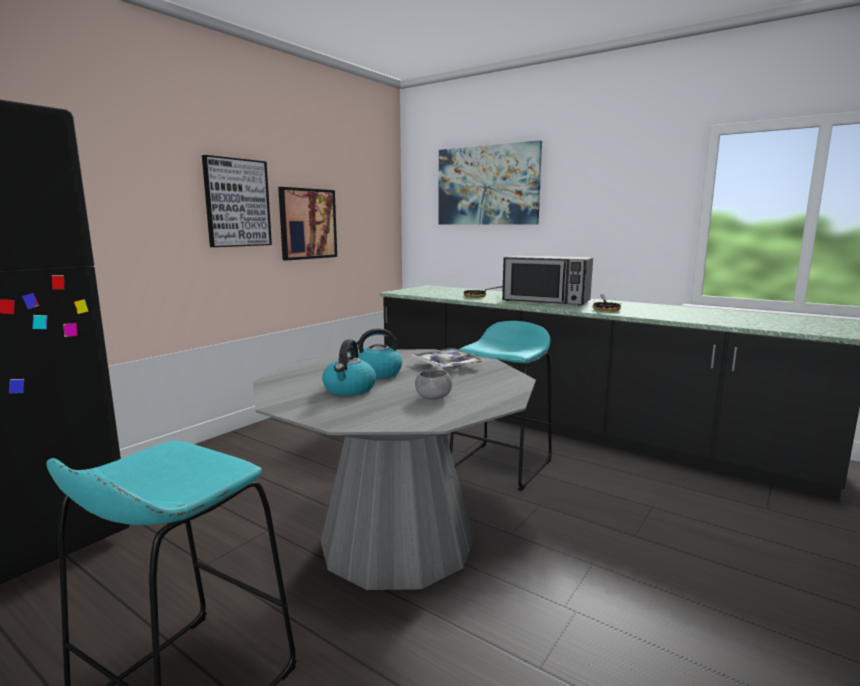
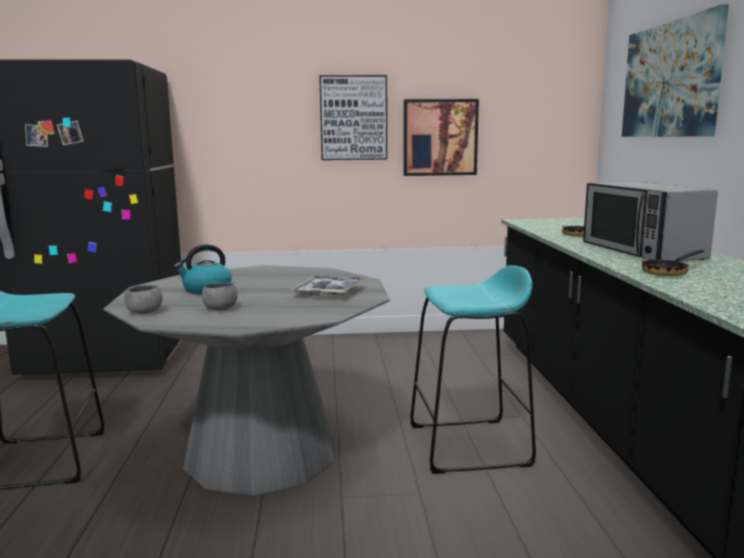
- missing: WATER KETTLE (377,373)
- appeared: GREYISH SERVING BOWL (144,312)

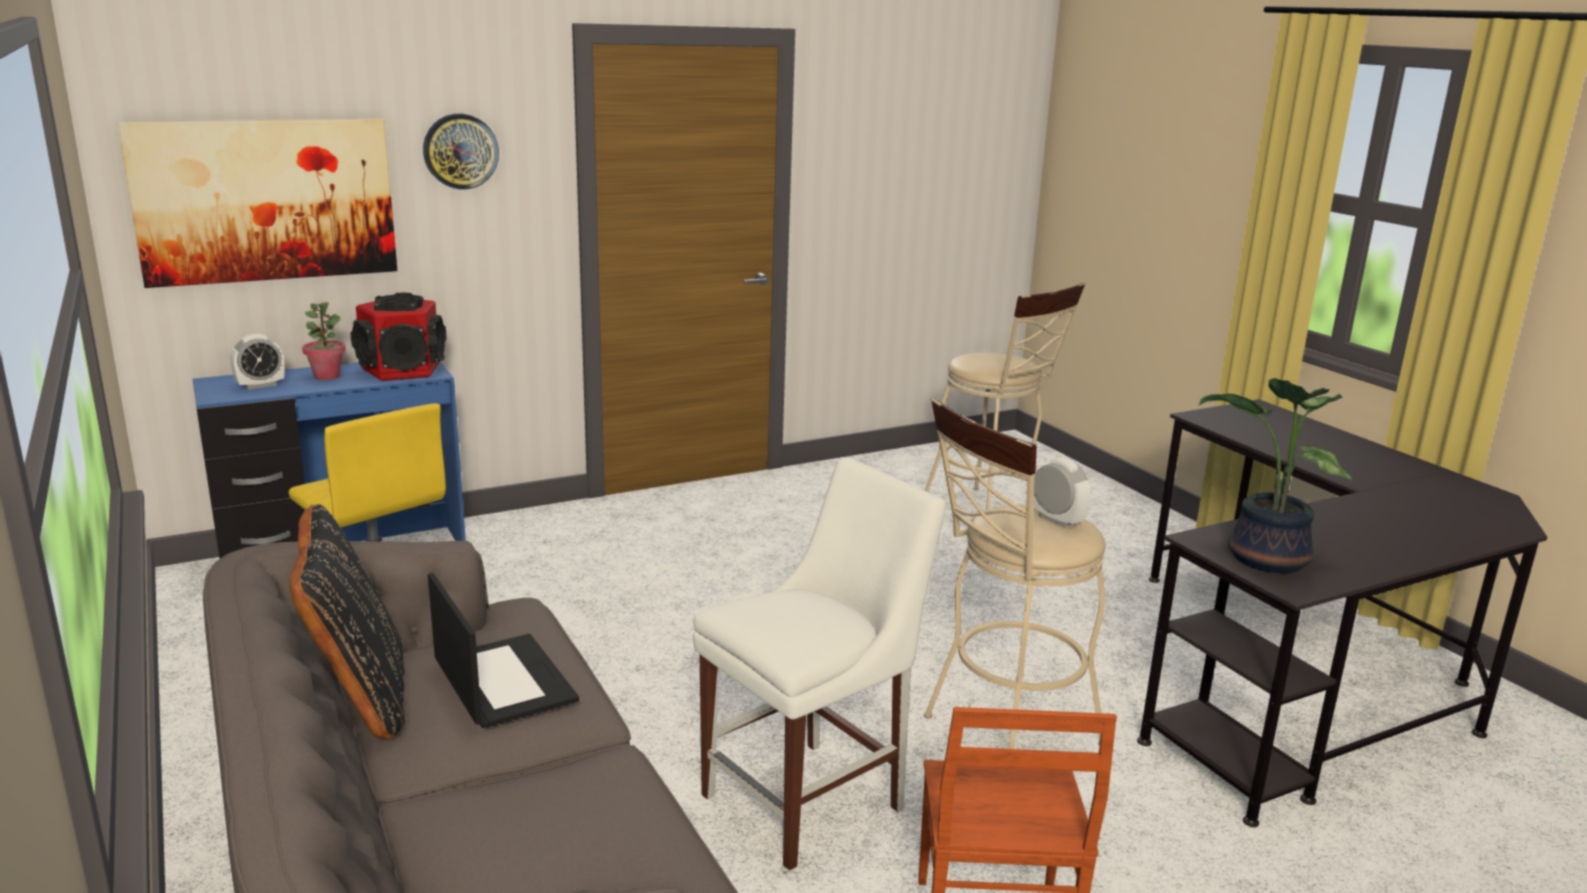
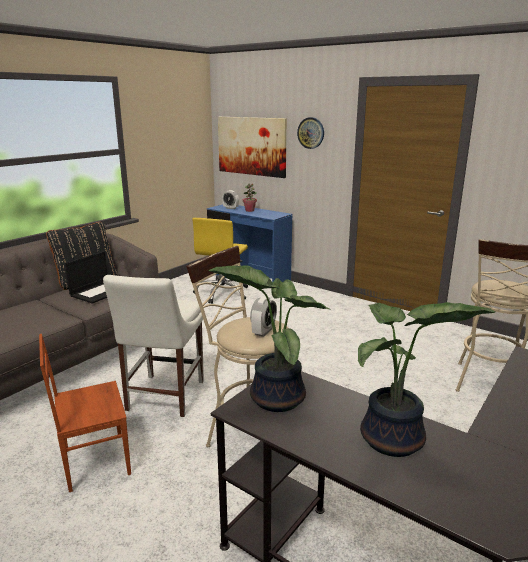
- missing: SPEAKER (402,370)
- spun: WHITE UPRIGHT CHAIR (811,798) = (163,397) 75 degrees clockwise
- appeared: POTTED PLANT (393,442)

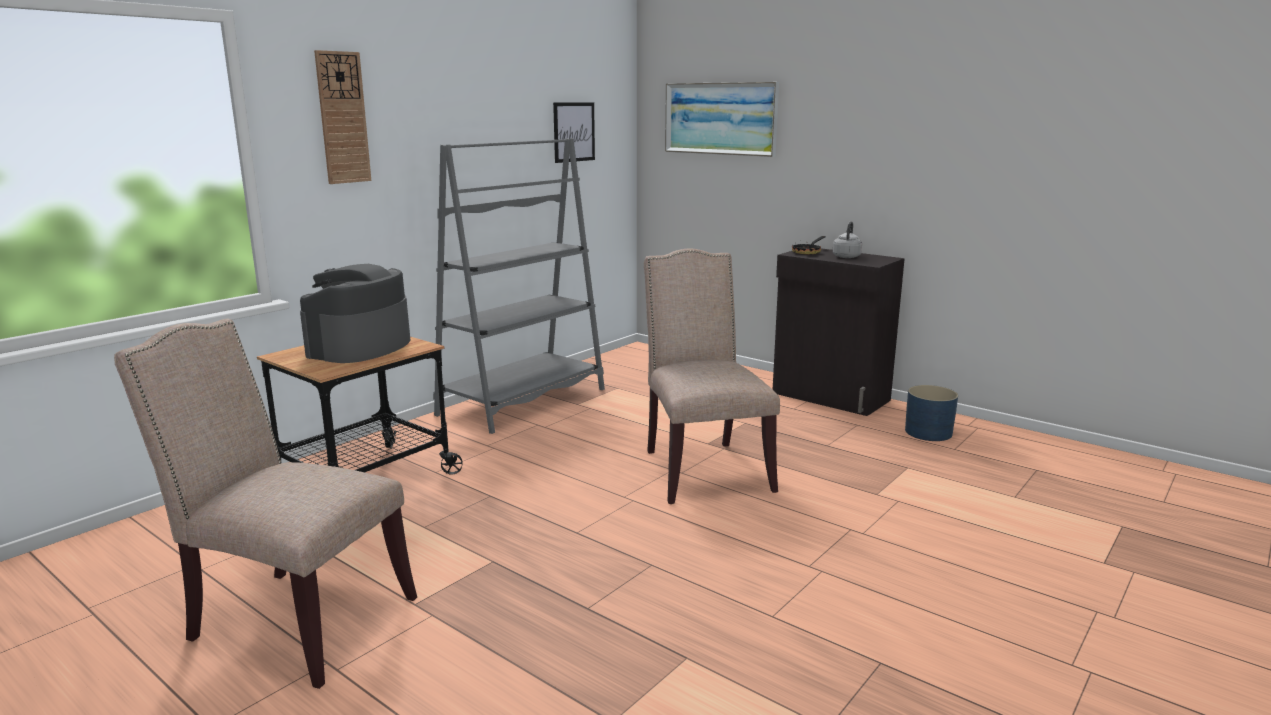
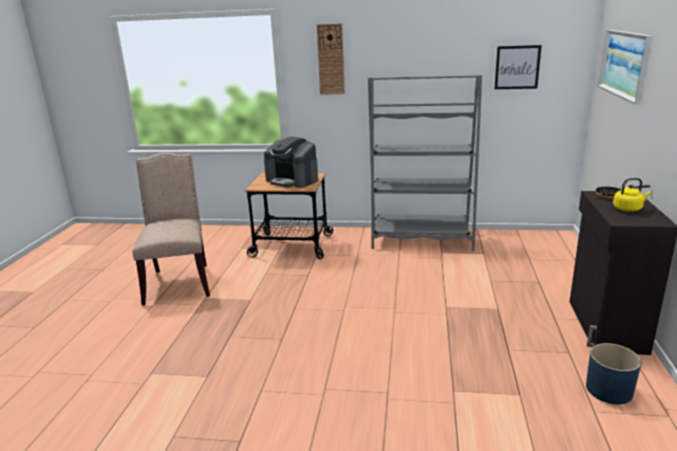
- colour: GREYISH WATER KETTLE (846,256) to YELLOW-COLOURED WATER KETTLE (628,209)
- missing: SAND-COLOURED UPRIGHT CHAIR (702,468)
- spun: COFFEE BREWER (360,347) = (292,180) 135 degrees counterclockwise

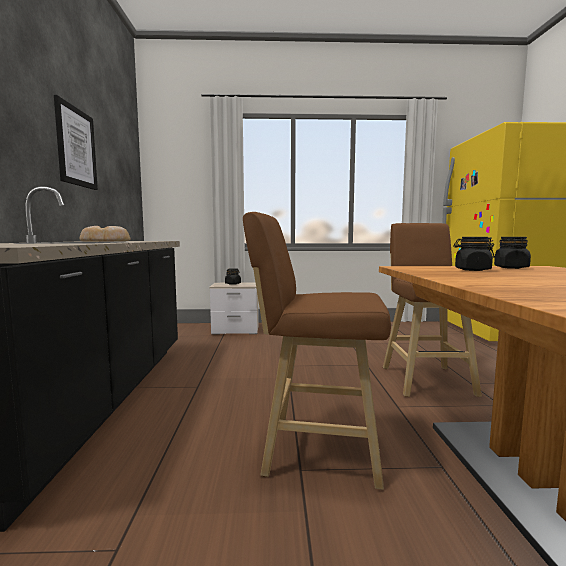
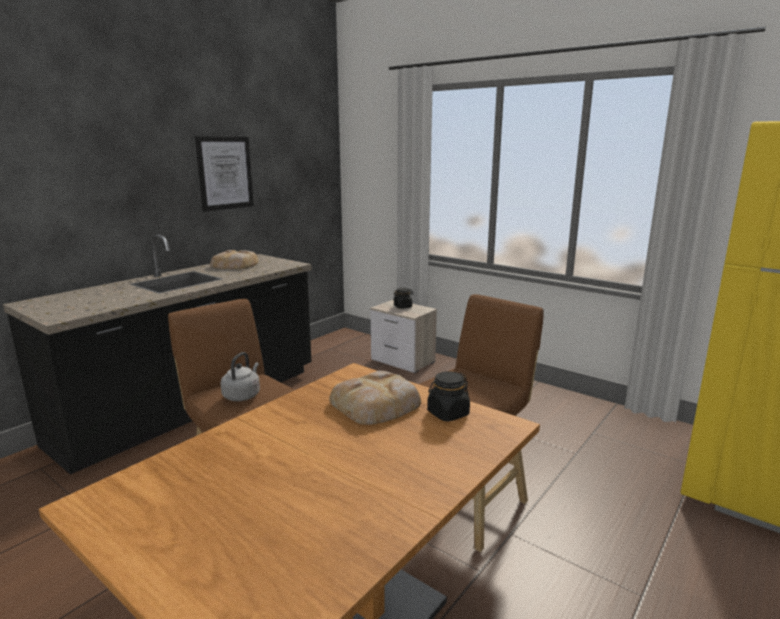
- exchanged: BLACKISH JAR (472,270) to BAKED BREAD (377,404)
- appeared: GREYISH WATER KETTLE (242,395)

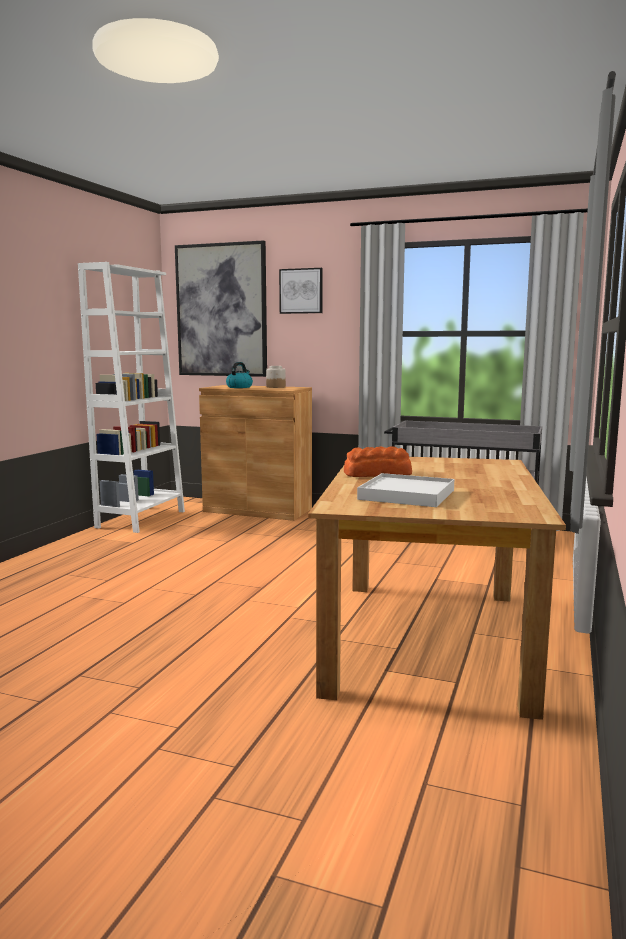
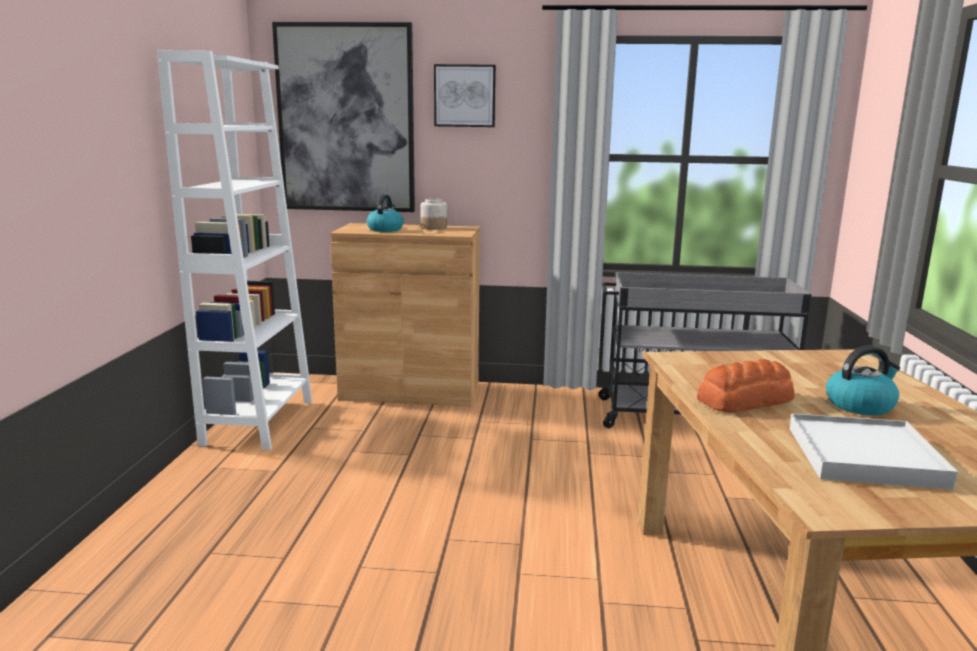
- appeared: WATER KETTLE (860,405)

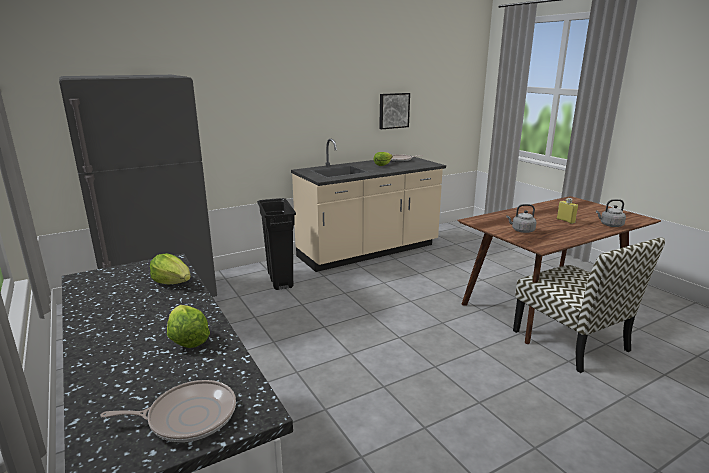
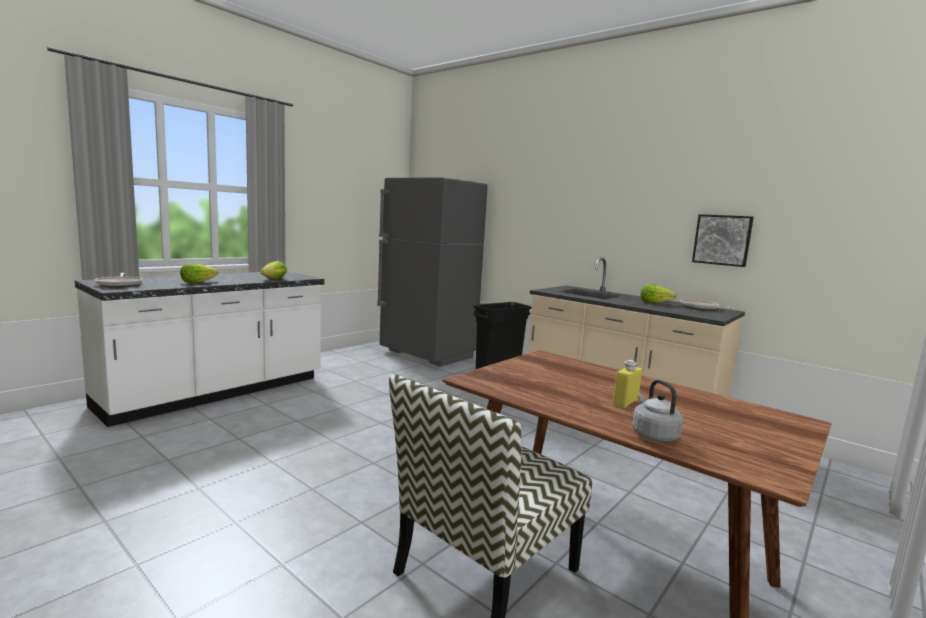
- missing: GREYISH WATER KETTLE (521,231)

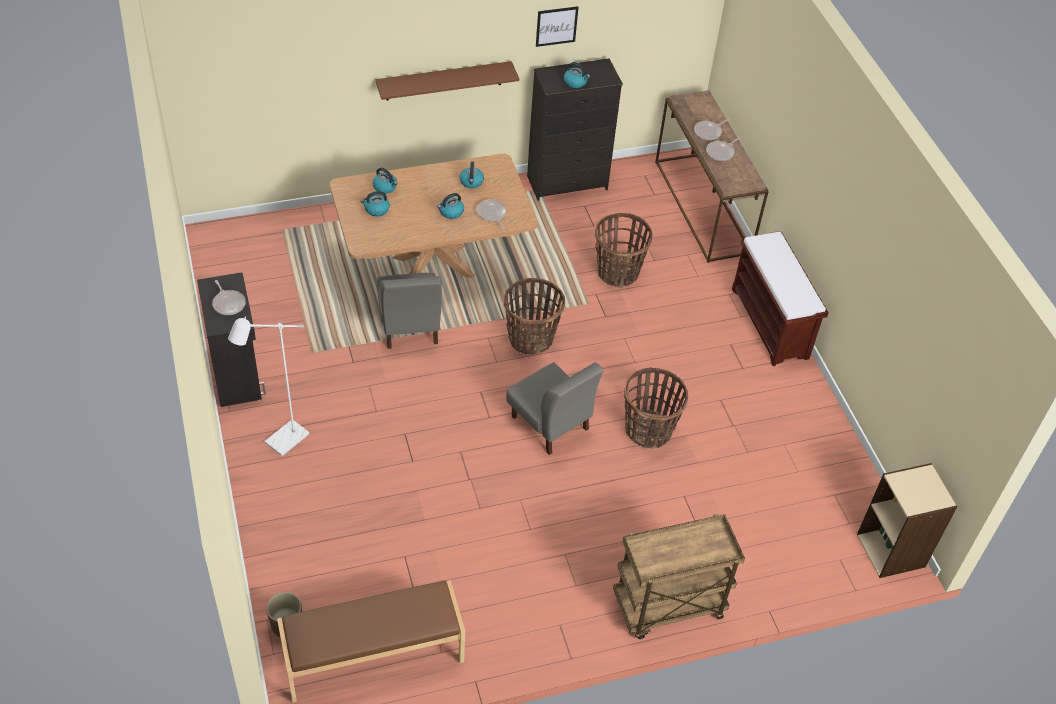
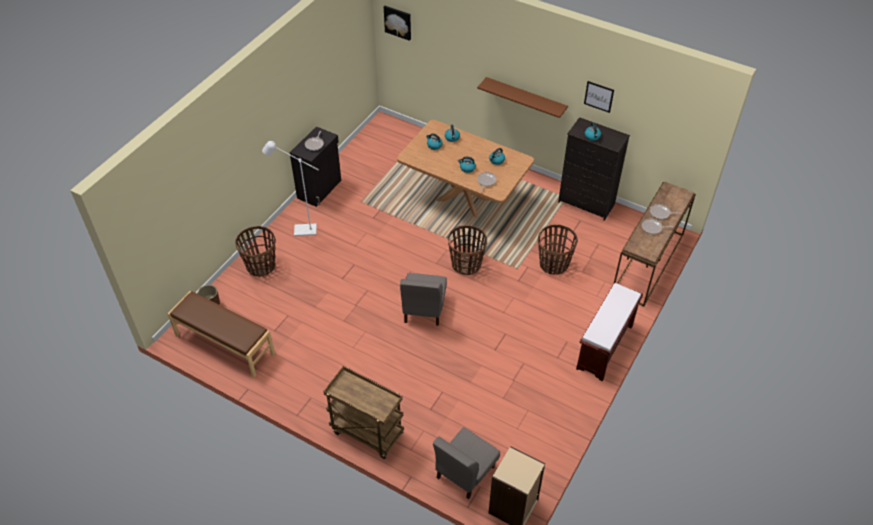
- relocated: GREYISH UPRIGHT CHAIR (409,325) to (465,472)
- relocated: BASKET (648,430) to (261,266)
- appeared: PICTURE (398,22)

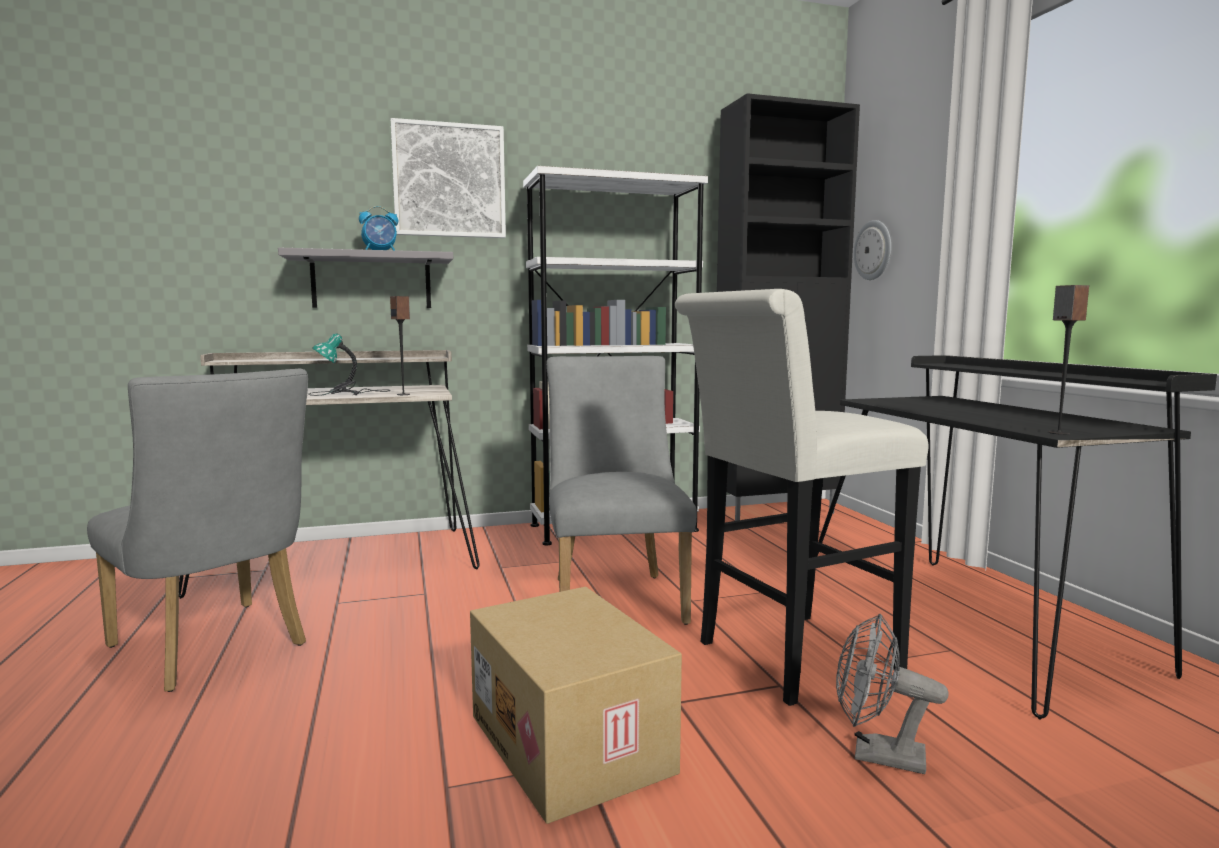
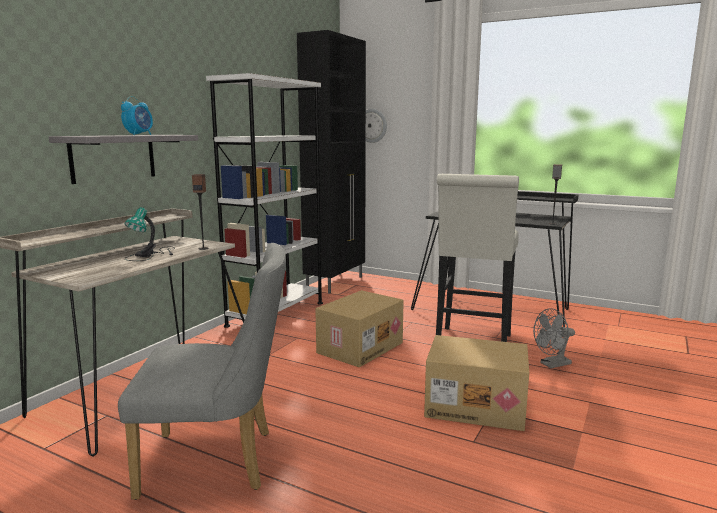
- missing: PICTURE (449,181)
- exchanged: GREYISH UPRIGHT CHAIR (615,596) to CARTON (359,347)

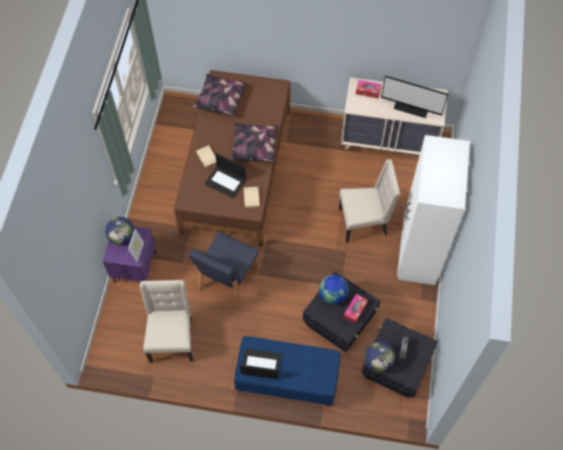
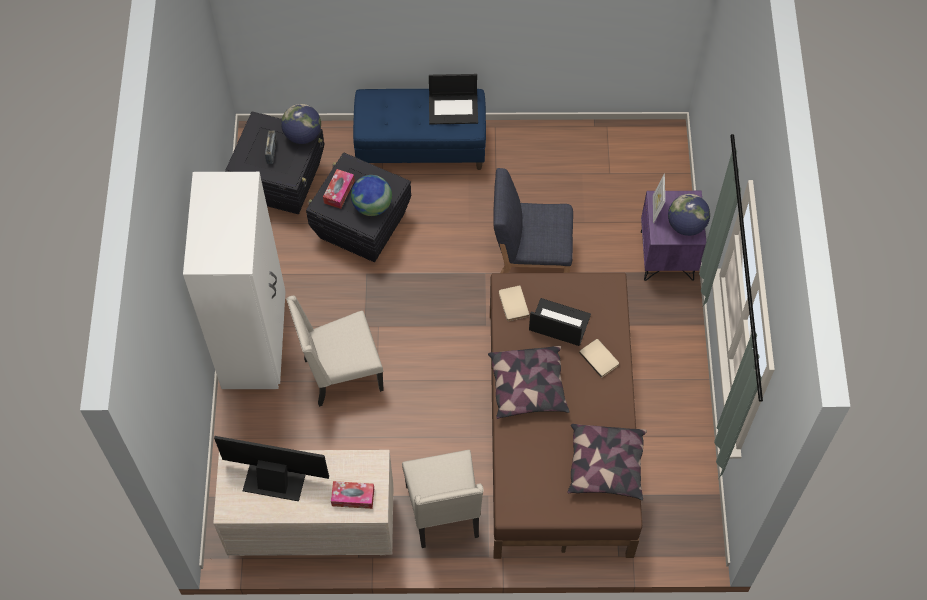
- spun: BLUE-COLOURED UPRIGHT CHAIR (227,279) = (530,260) 105 degrees counterclockwise
- relocated: SAND-COLOURED UPRIGHT CHAIR (172,339) to (444,512)

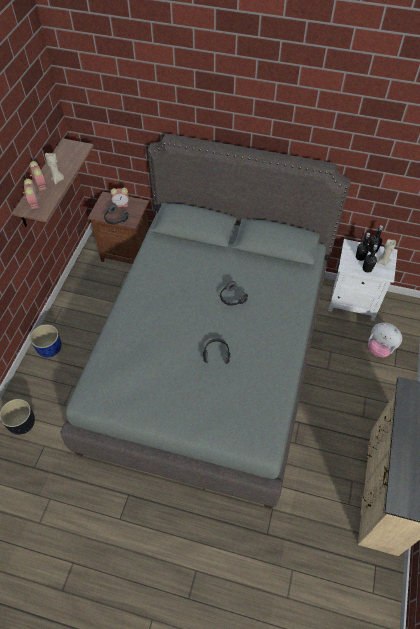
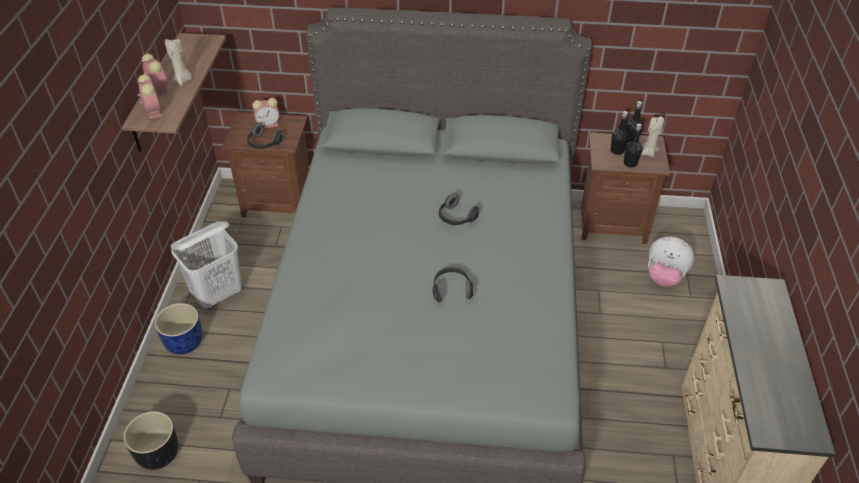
- colour: WHITE NIGHTSTAND (353,301) to BROWN NIGHTSTAND (612,223)
- appeared: WHITE WASHING BASKET (218,294)

